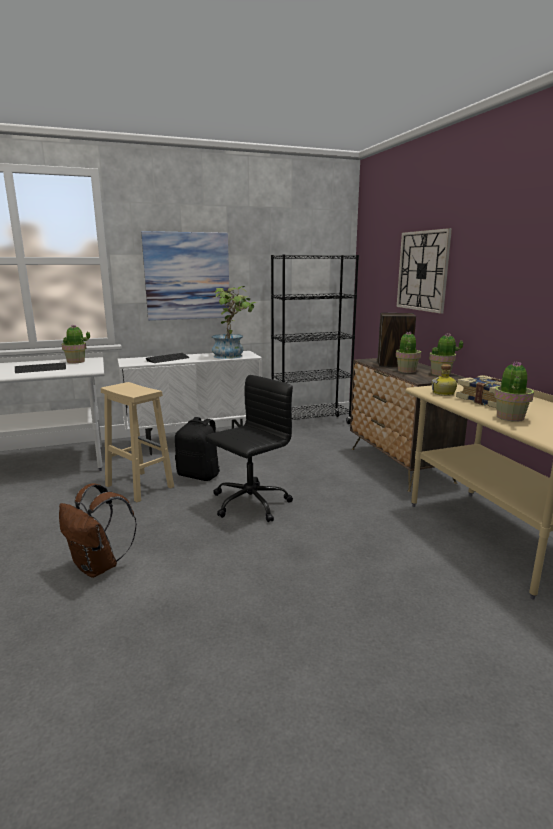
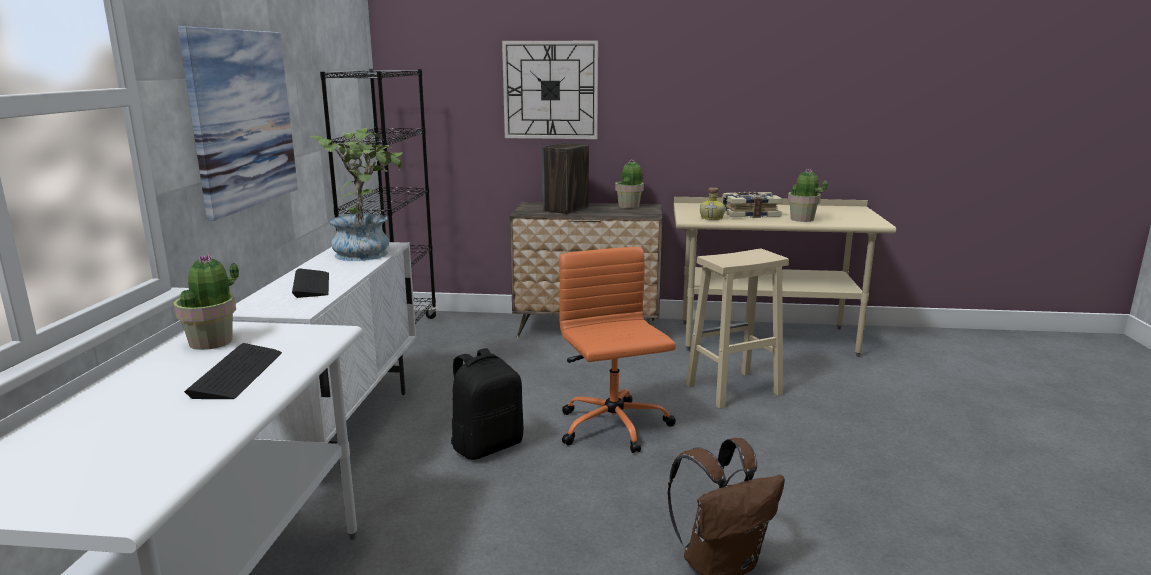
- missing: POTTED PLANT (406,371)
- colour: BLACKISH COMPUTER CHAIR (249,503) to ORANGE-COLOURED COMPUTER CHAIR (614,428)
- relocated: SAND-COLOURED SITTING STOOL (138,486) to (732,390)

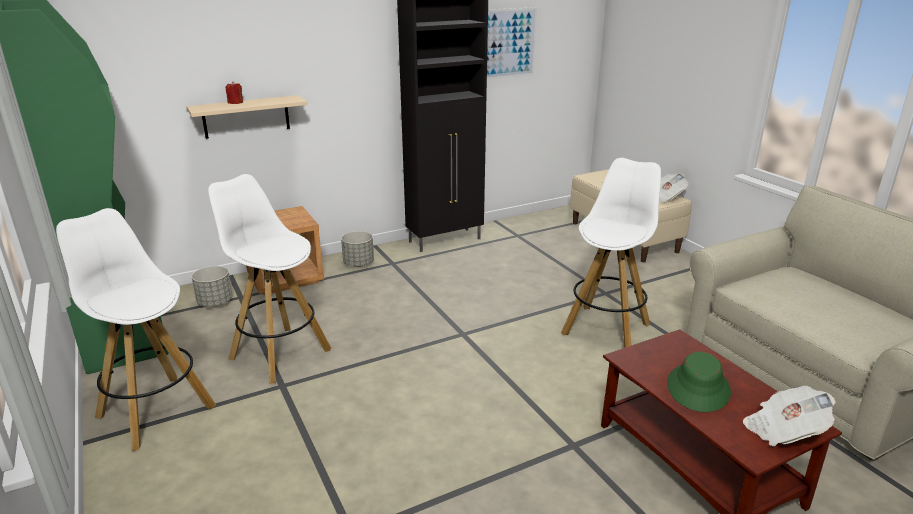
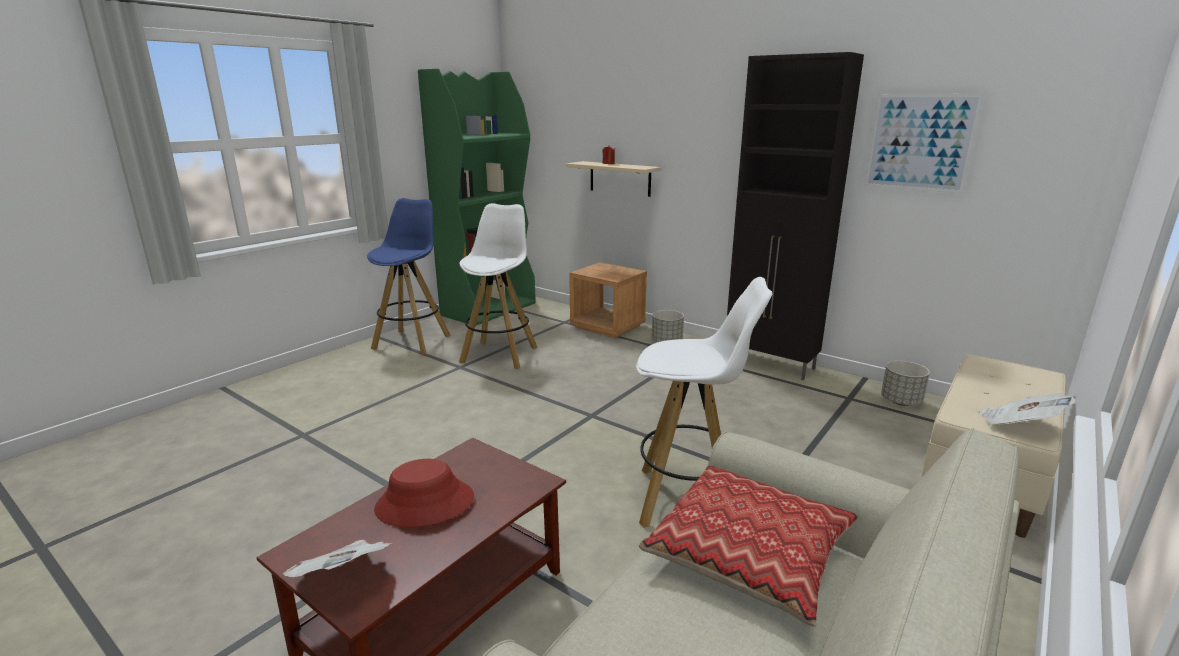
- colour: WHITE SITTING STOOL (155,411) to BLUE-COLOURED SITTING STOOL (412,342)
- relocated: GREYISH PLANT POT (215,302) to (900,401)
- colour: GREENISH WEARABLE HAT (698,388) to REDDISH WEARABLE HAT (424,504)
- appeared: PILLOW (750,552)

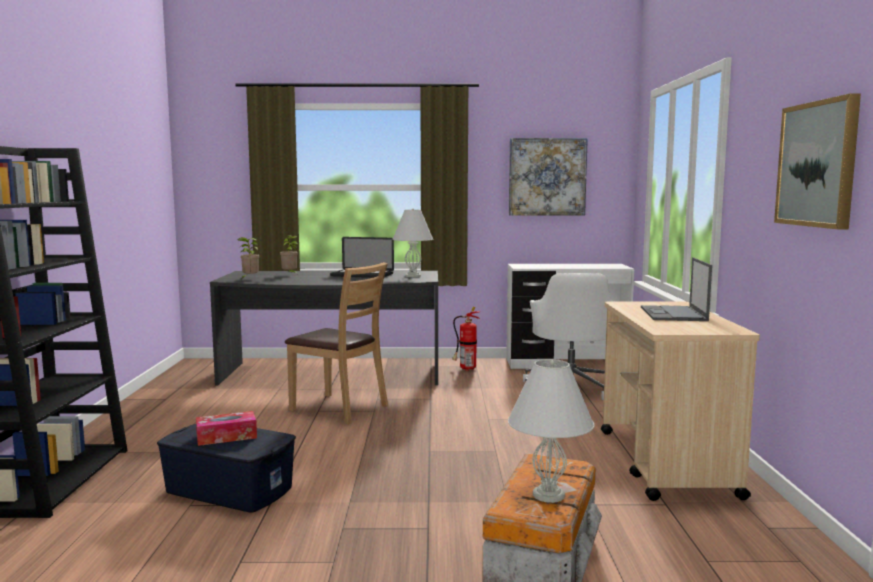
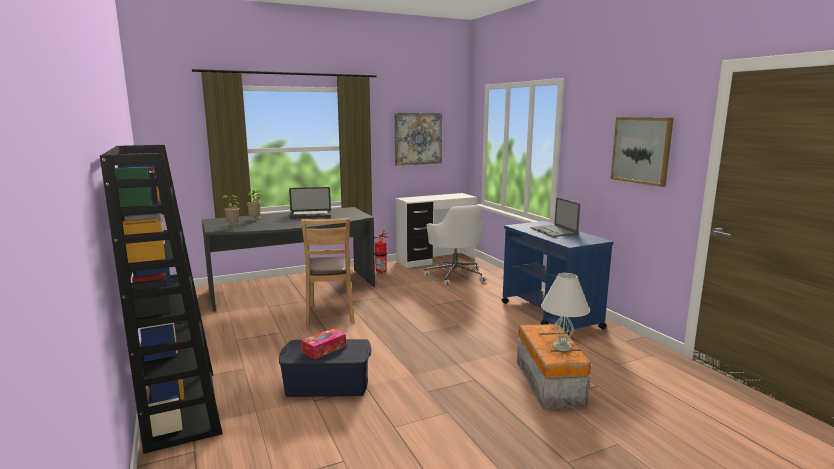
- missing: WHITE TABLE LAMP (412,276)
- spun: BROWN UPRIGHT CHAIR (339,408) = (330,314) 75 degrees clockwise
- colour: SAND-COLOURED WHEELED CART (666,463) to BLUE-COLOURED WHEELED CART (550,315)

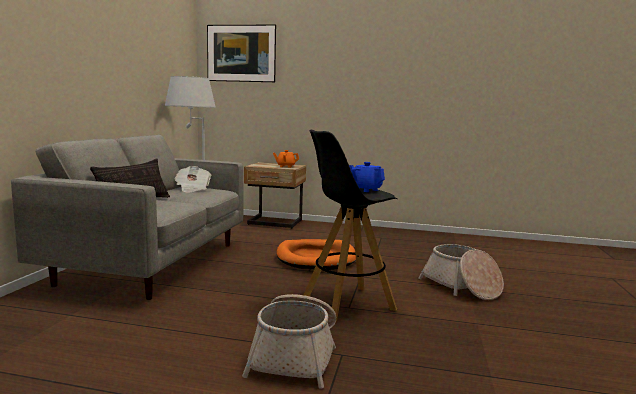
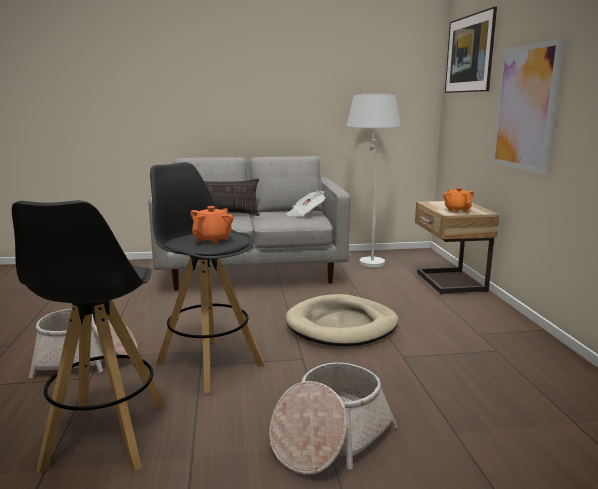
- colour: BLUE-COLOURED TEAPOT (365,189) to ORANGE-COLOURED TEAPOT (213,239)
- colour: ORANGE-COLOURED PET BED (316,258) to SAND-COLOURED PET BED (342,325)
- appeared: PICTURE (525,108)
- appeared: BLACKISH SITTING STOOL (106,436)

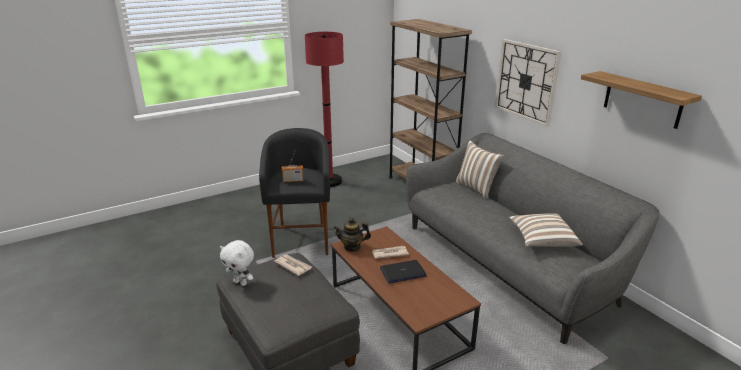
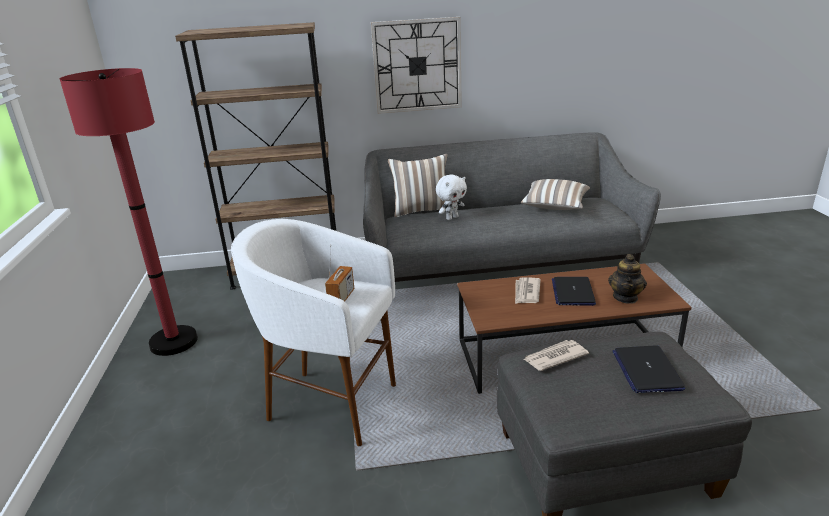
- missing: BRACKET SHELF (642,99)
- colour: BLACKISH SITTING STOOL (301,240) to WHITE SITTING STOOL (331,405)
- relocated: TEAPOT (352,247) to (625,297)
- relocated: WHITE SOFT TOY (241,282) to (451,218)
- appeared: PORTABLE COMPUTER (646,370)

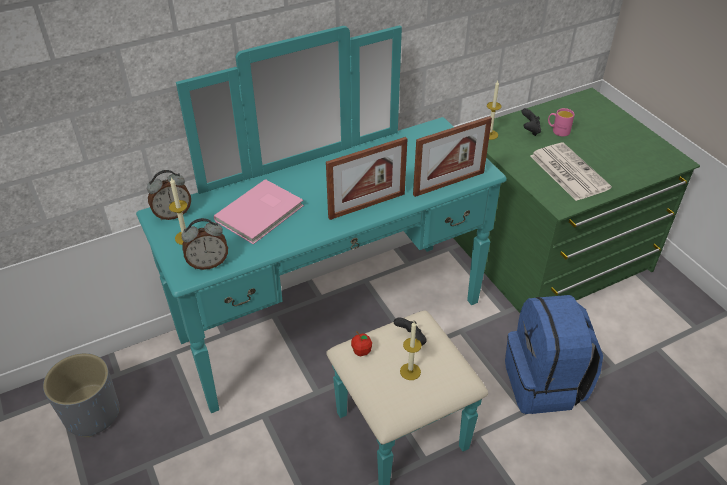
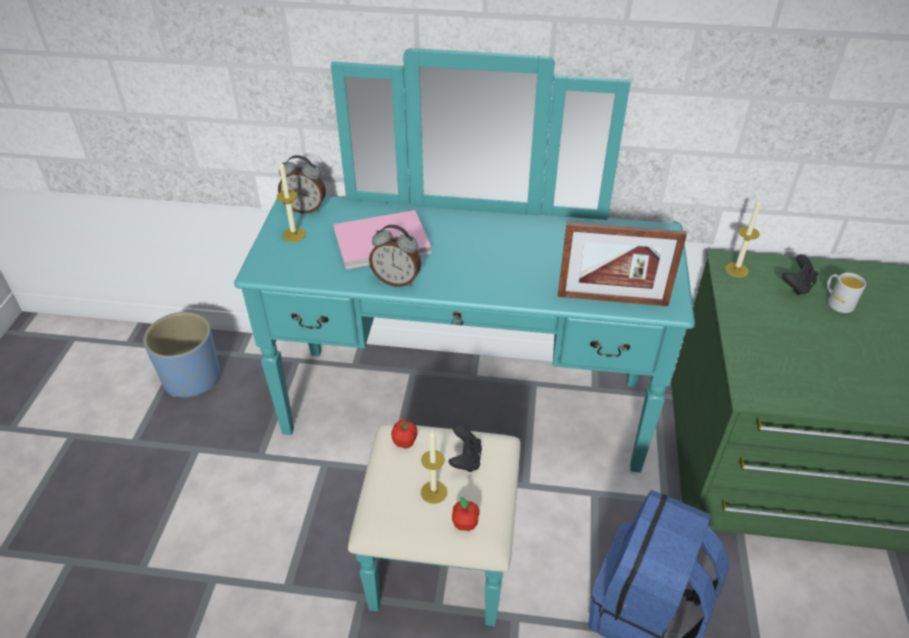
- colour: PINKISH MUG (558,131) to WHITE MUG (837,302)
- missing: PHOTO FRAME (367,205)
- missing: DAILY PAPER (567,171)
- relocated: ALARM CLOCK (208,263) to (397,280)
- colour: GREYISH PLANT POT (92,413) to BLUE-COLOURED PLANT POT (192,378)
- appeared: APPLE FRUIT (465,523)

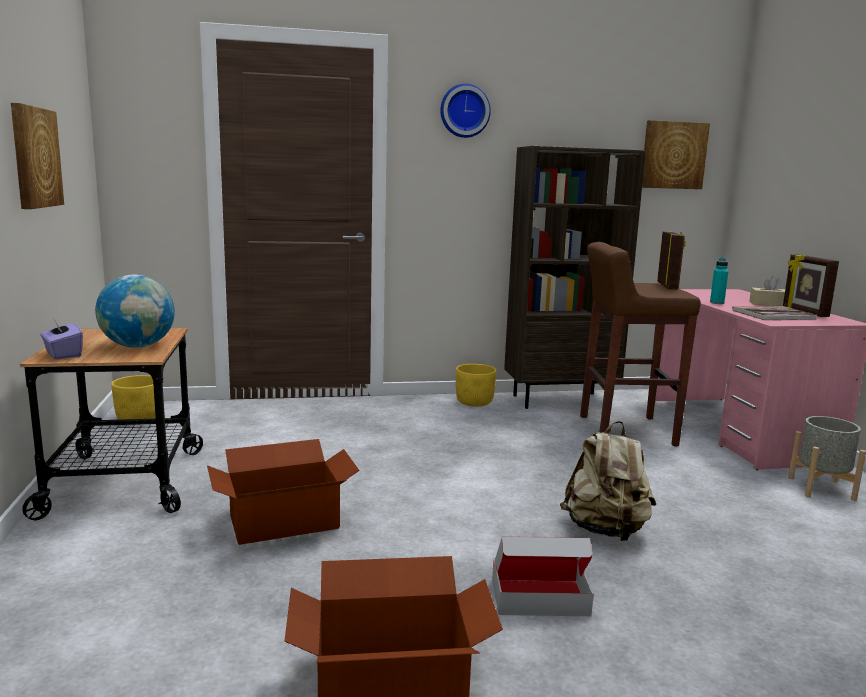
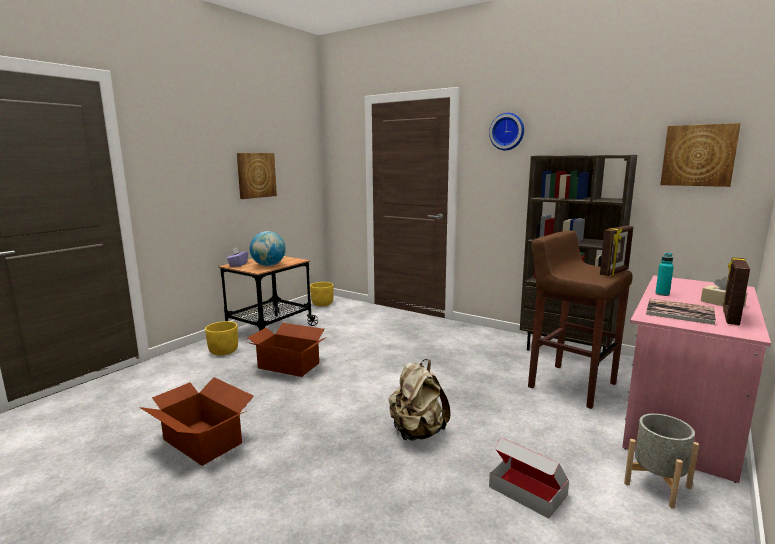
- relocated: YELLOW-COLOURED PLANT POT (474,402) to (224,351)
- relocated: CARTON (540,597) to (528,491)

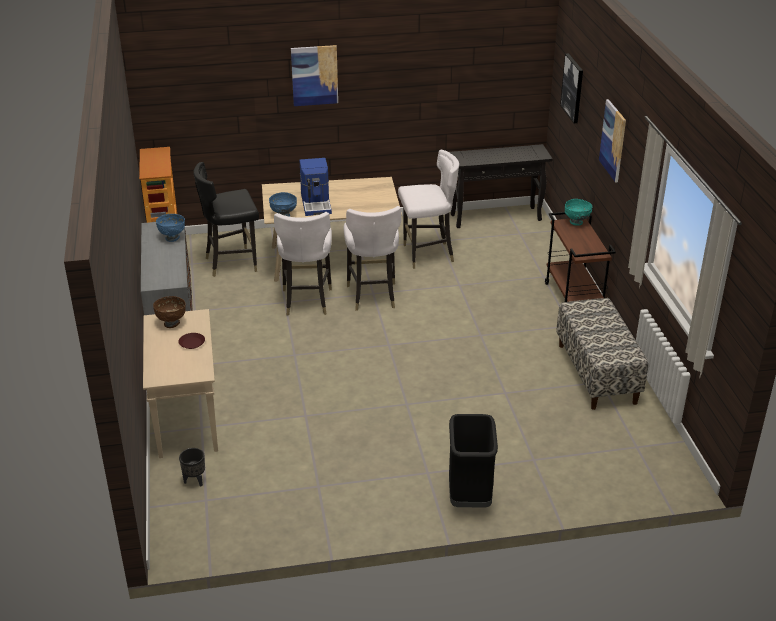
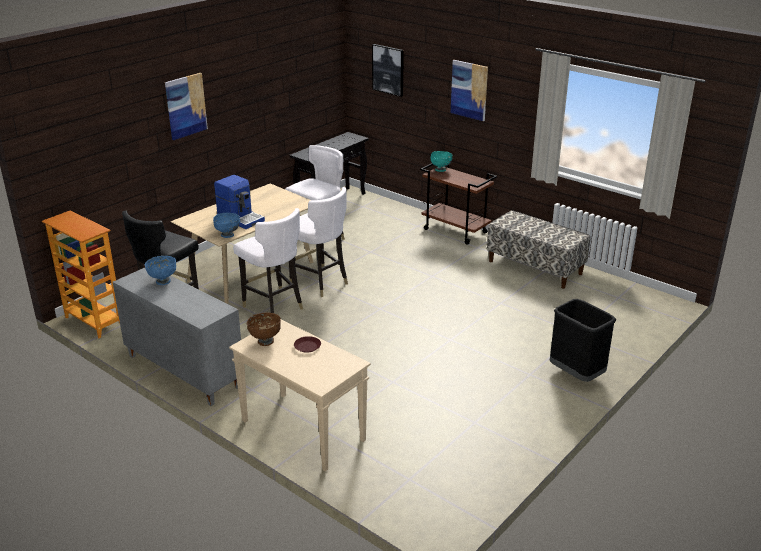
- missing: BLACKISH PLANT POT (195,480)

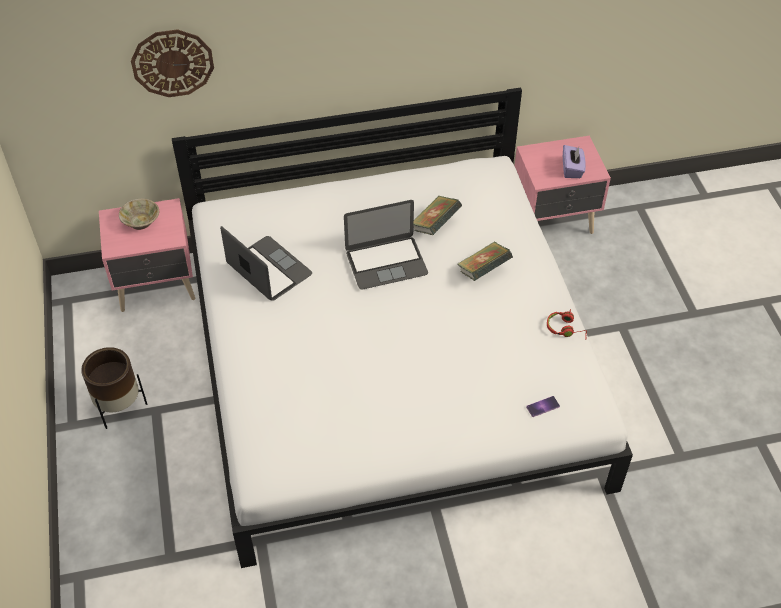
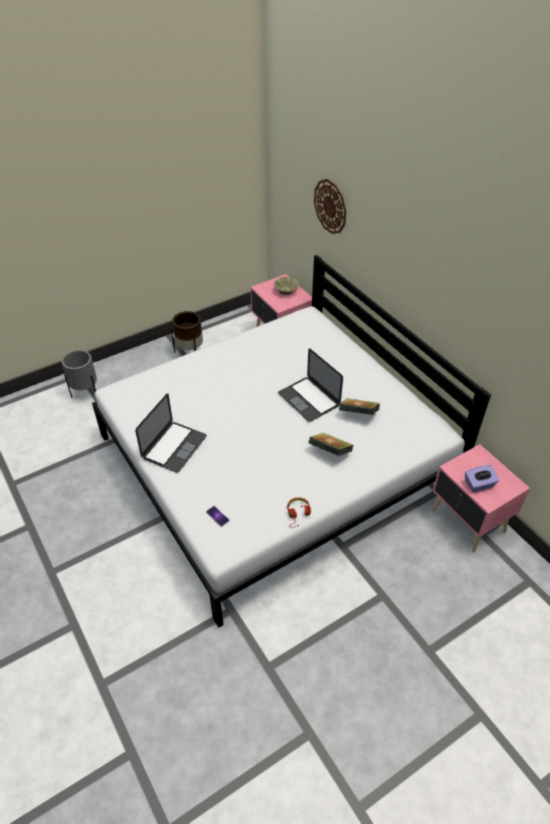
- relocated: PORTABLE COMPUTER (269,269) to (174,447)
- appeared: GREYISH PLANT POT (86,394)

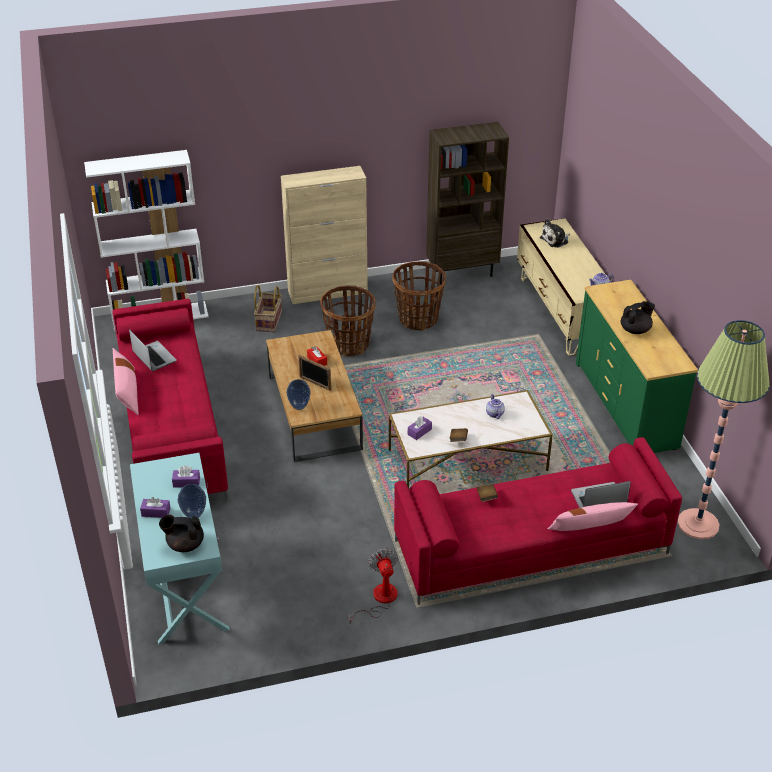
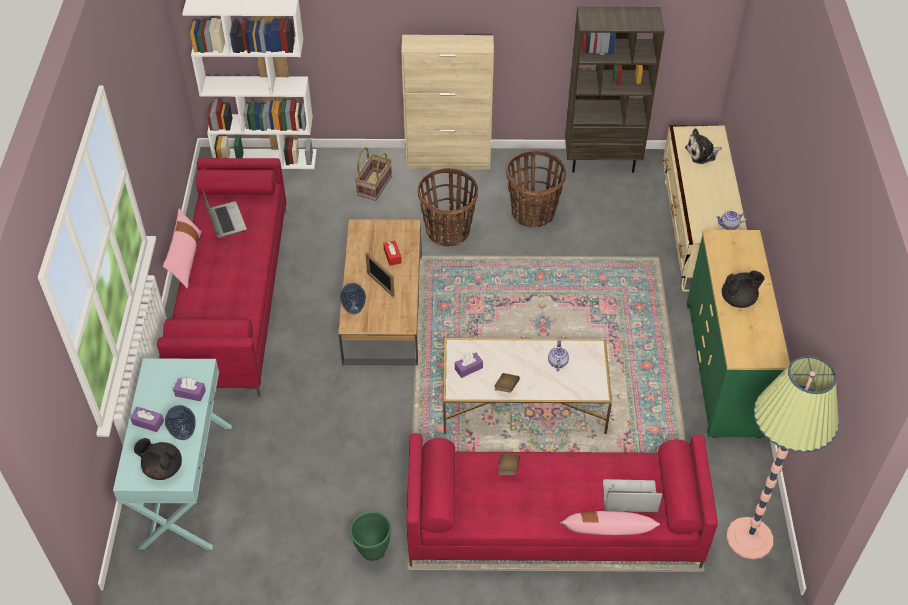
- exchanged: ELECTRIC FAN (379,600) to GREENISH PLANT POT (372,550)

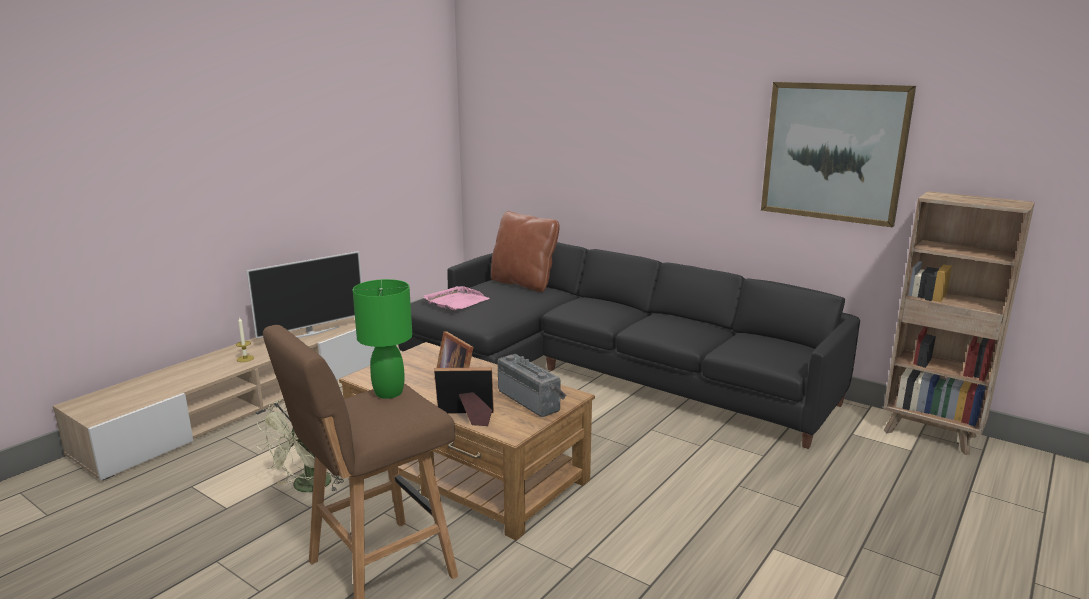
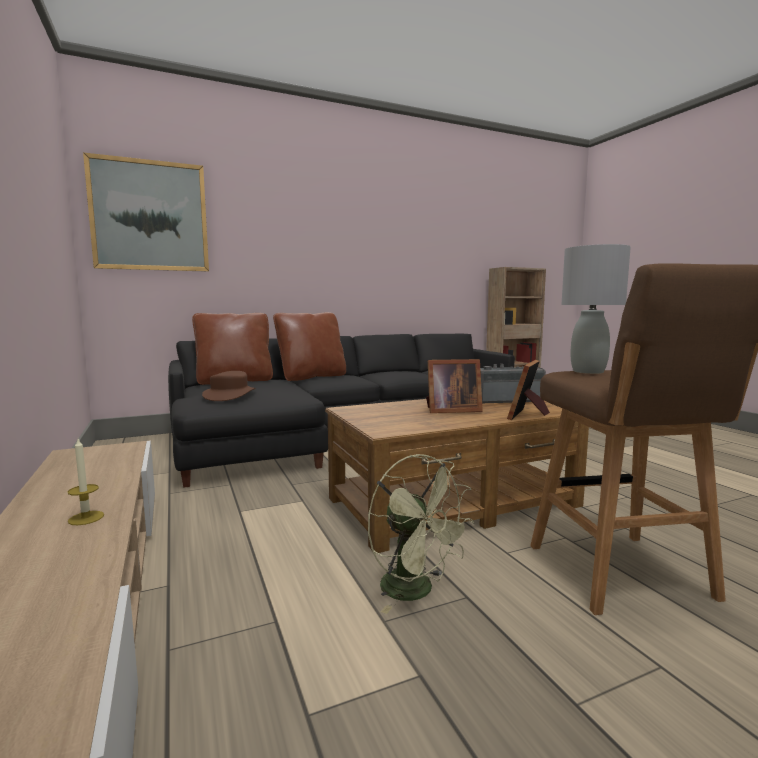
- relocated: PICTURE (833,152) to (150,216)
- missing: TV (311,333)
- colour: GREENISH TABLE LAMP (388,392) to GREYISH TABLE LAMP (587,371)
- exchanged: PINKISH SERVING TRAY (456,301) to BROWN WEARABLE HAT (229,395)
- appeared: BROWN PILLOW (311,377)

